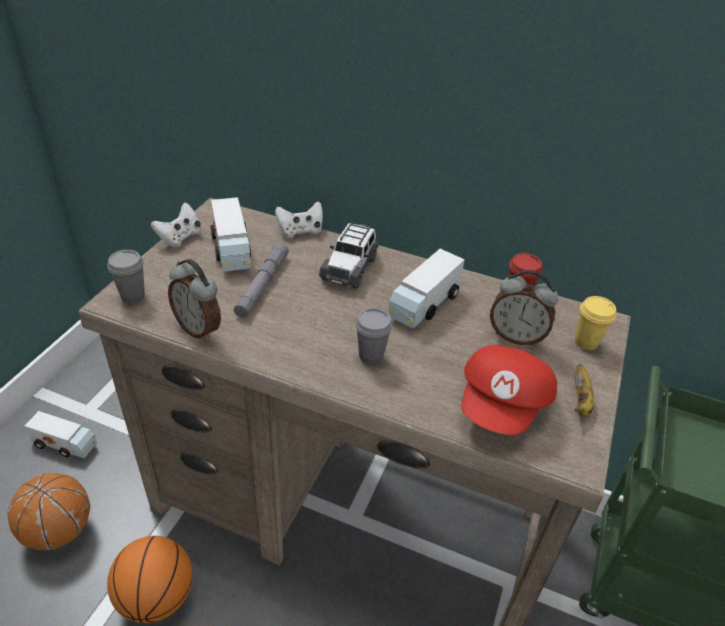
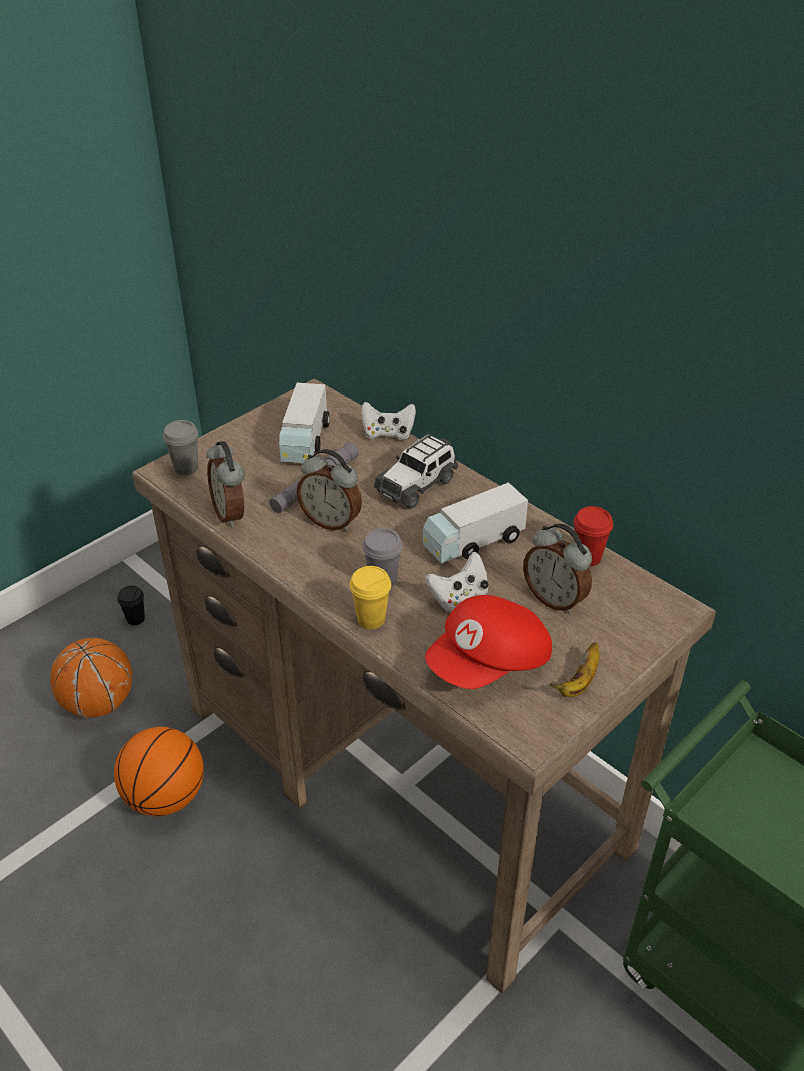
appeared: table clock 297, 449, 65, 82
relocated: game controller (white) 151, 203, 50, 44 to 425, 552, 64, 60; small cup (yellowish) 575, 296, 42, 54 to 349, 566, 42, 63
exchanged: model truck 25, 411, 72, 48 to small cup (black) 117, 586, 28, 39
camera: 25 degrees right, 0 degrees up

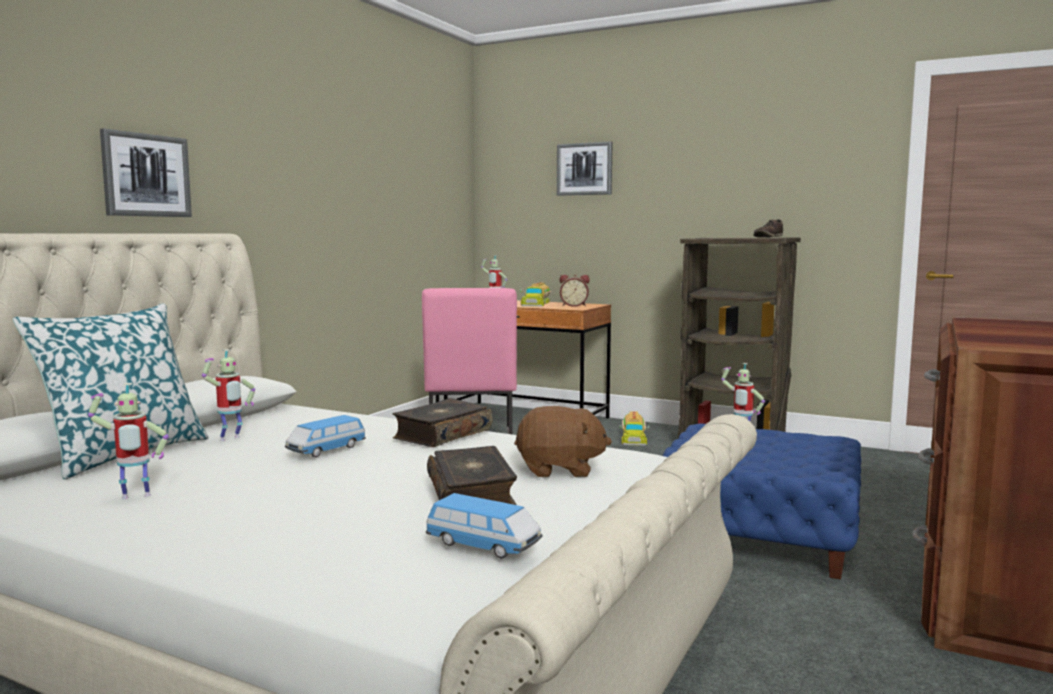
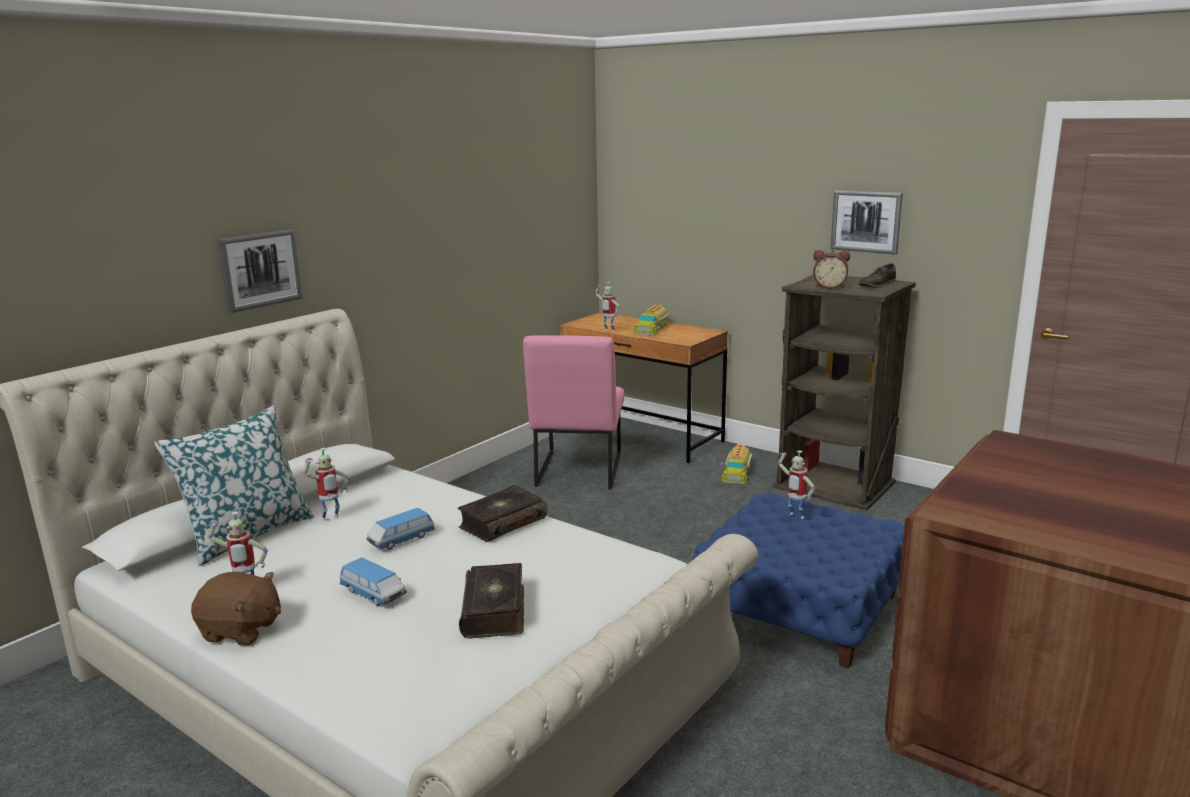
relocated: model car 426, 493, 116, 66 to 340, 558, 67, 48; cuddly toy (brown-coloured) 514, 406, 98, 71 to 191, 572, 90, 74; wall art 557, 141, 55, 55 to 831, 190, 72, 65; table clock 560, 275, 30, 32 to 813, 250, 37, 39
camera: 10 degrees right, 10 degrees up

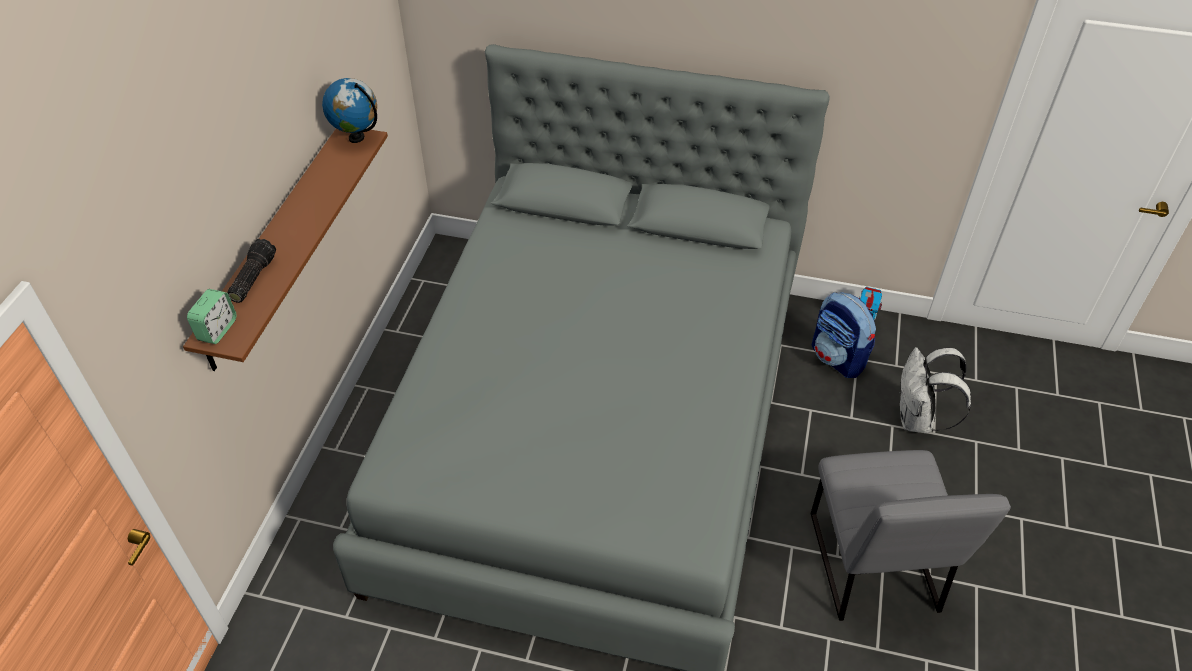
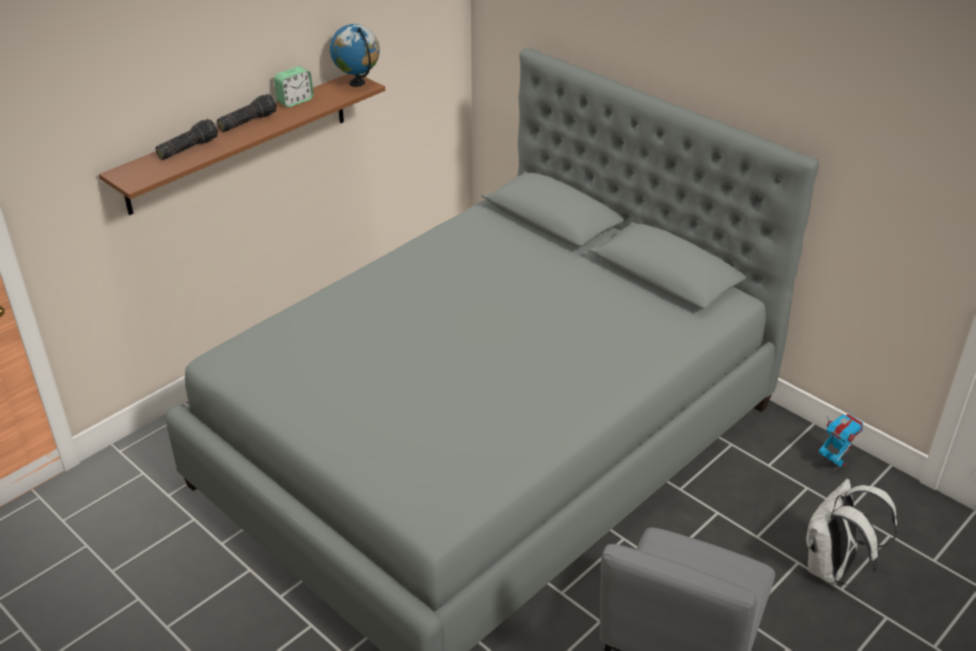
missing: knapsack 812, 292, 64, 86
appeared: flashlight 217, 94, 60, 38
relocated: table clock 187, 289, 50, 55 to 274, 66, 39, 41
camera: 30 degrees right, 10 degrees down

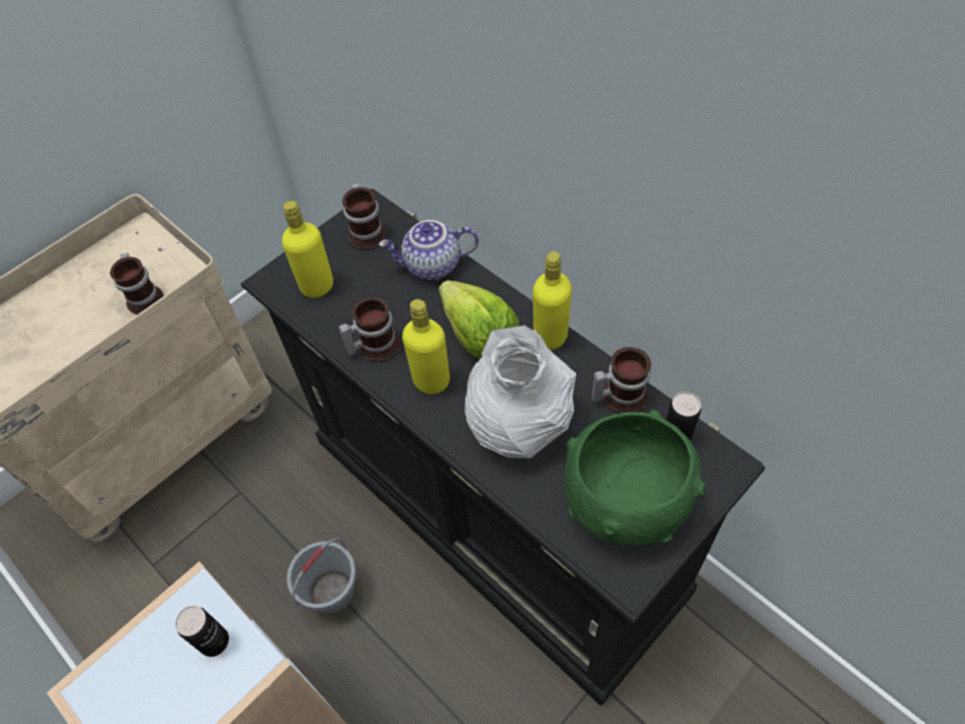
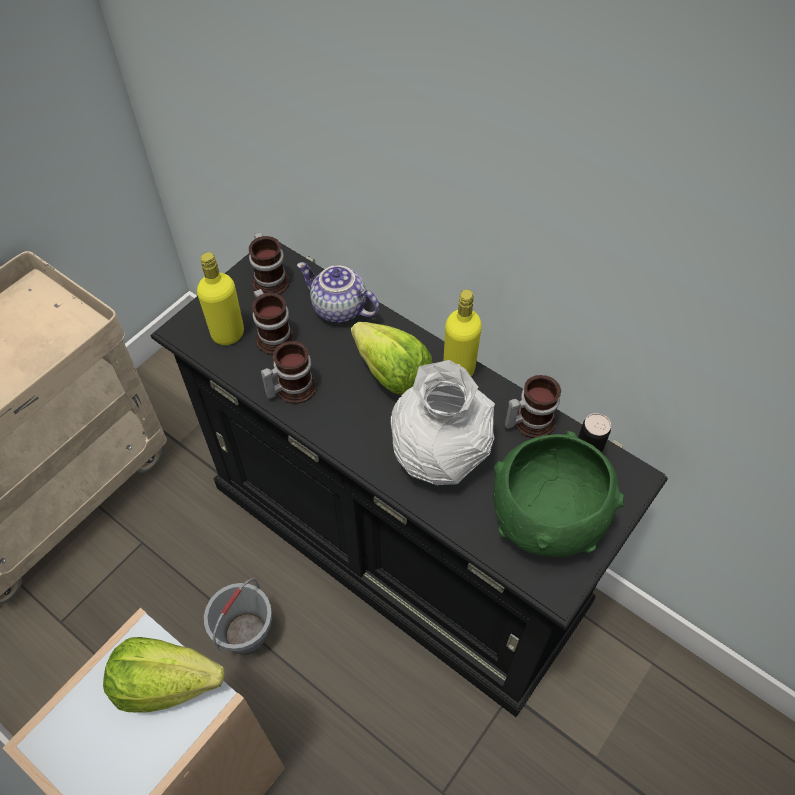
missing: bottle (yellowish) 402, 299, 48, 95
relocated: coffee mug 110, 253, 54, 62 to 252, 289, 43, 66
exchanged: sealed can 175, 606, 54, 51 to lettuce 103, 637, 122, 76
spun: teapot 379, 220, 100, 60 = 297, 262, 82, 61 45 degrees clockwise
camera: 10 degrees left, 0 degrees up

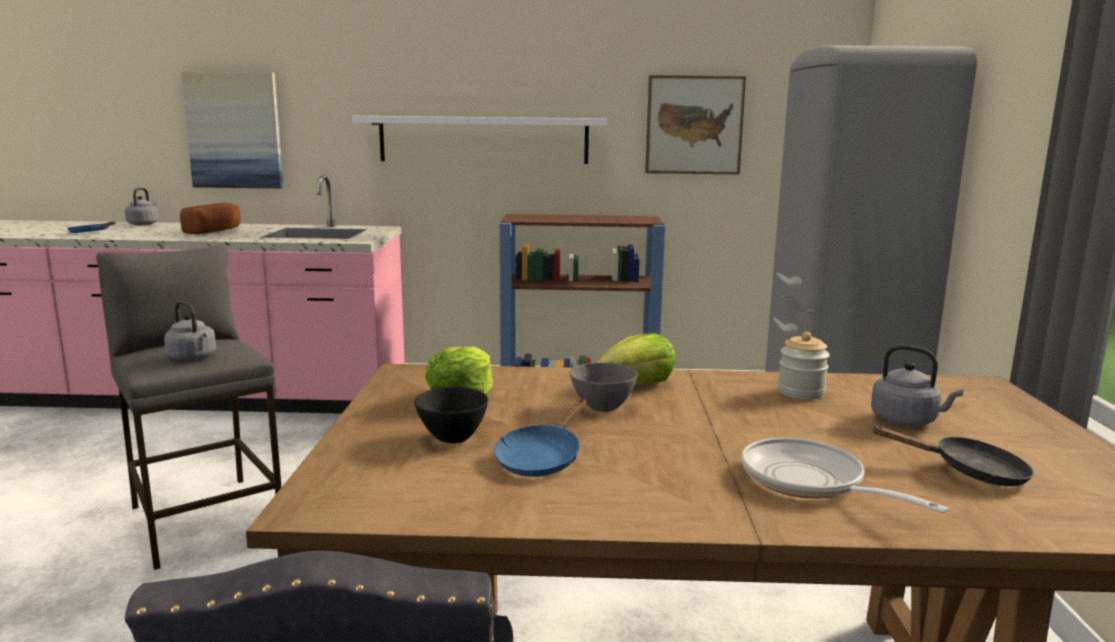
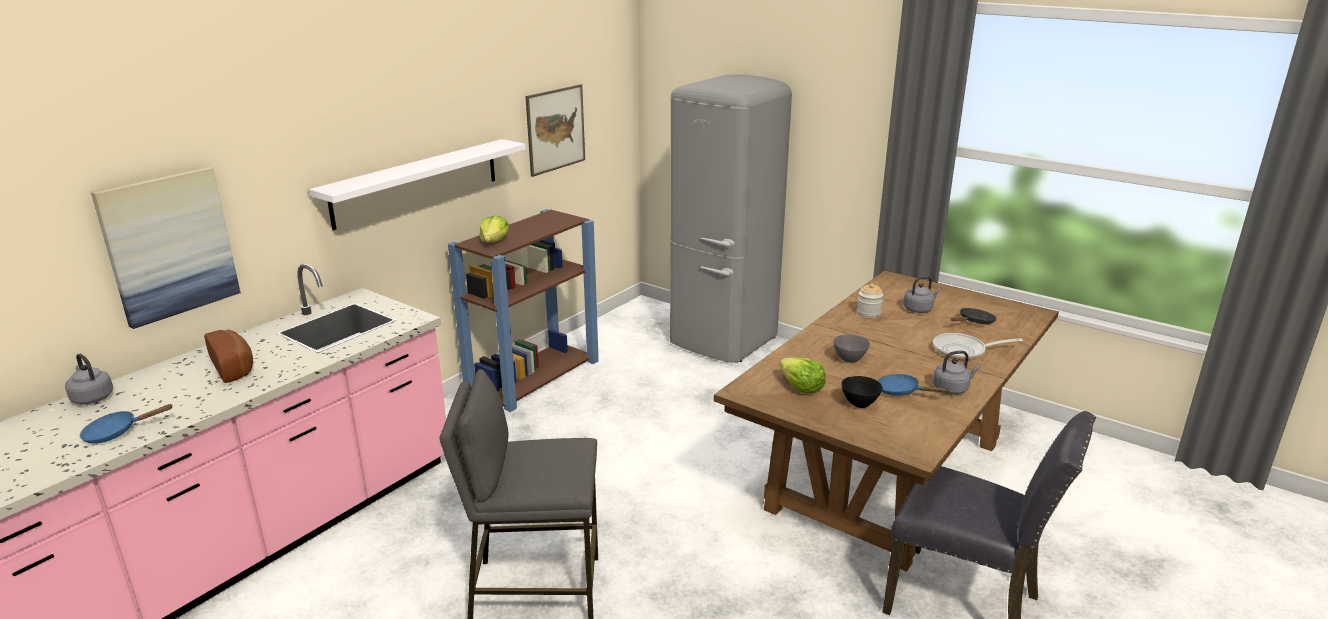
relocated: water kettle (gray) 164, 301, 52, 60 to 933, 351, 47, 43; lettuce 597, 333, 79, 51 to 479, 215, 31, 27
spun: pan (blue-coloured) 494, 399, 93, 78 = 877, 374, 73, 22 150 degrees clockwise
camera: 55 degrees left, 10 degrees up

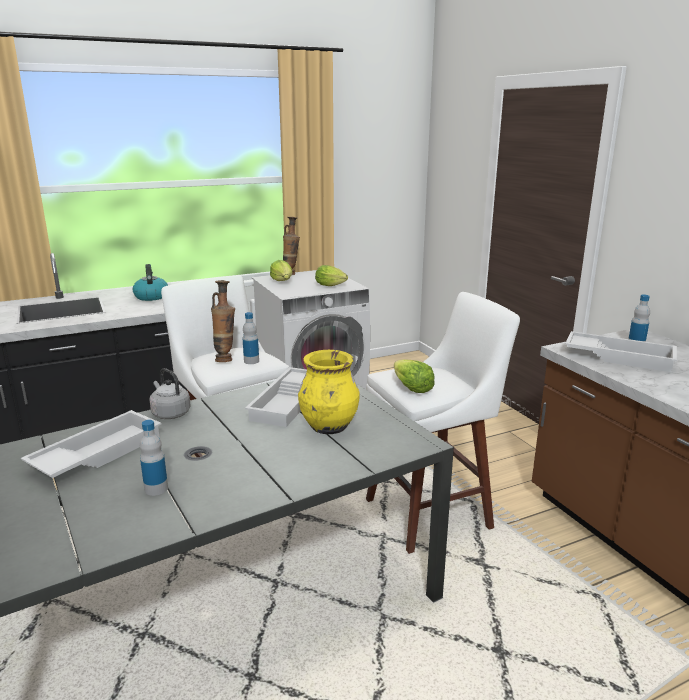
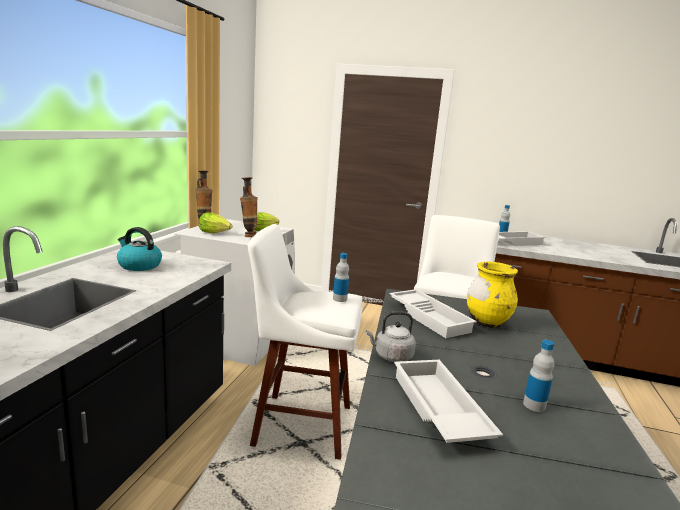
missing: lettuce 394, 359, 41, 34
relocated: vase 211, 280, 24, 82 to 240, 177, 18, 60
camera: 50 degrees left, 5 degrees down

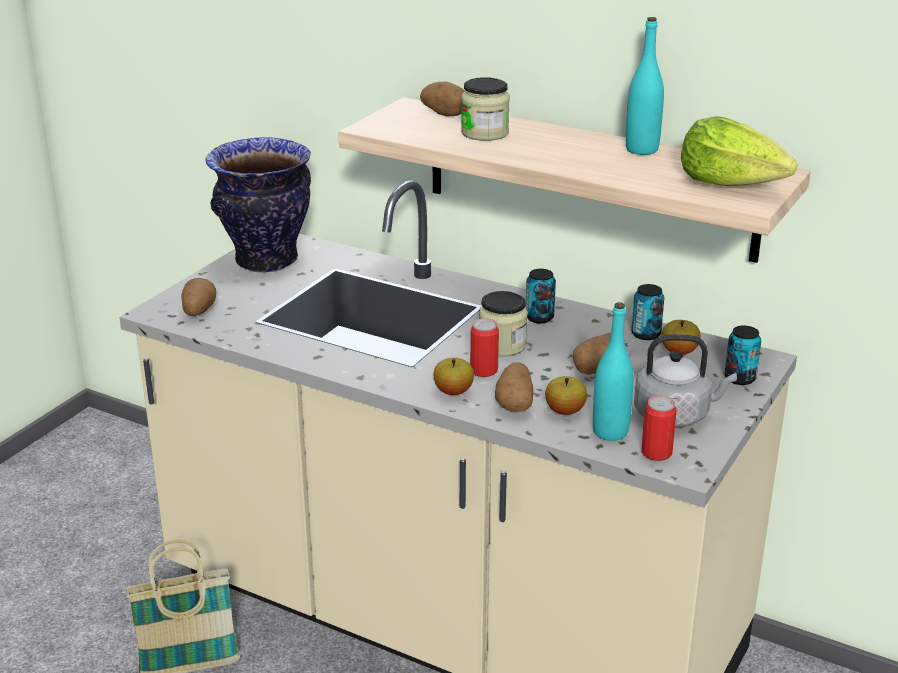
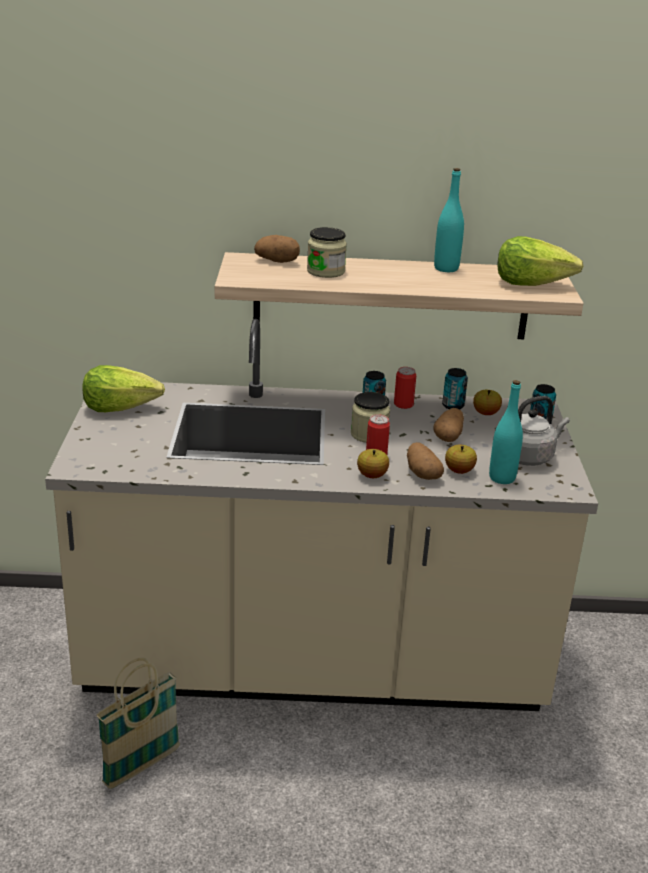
missing: potato 182, 278, 34, 38
relocated: sealed can 641, 396, 35, 65 to 394, 367, 22, 42
exchanged: vase 205, 137, 106, 136 to lettuce 82, 365, 83, 47
camera: 30 degrees left, 0 degrees up

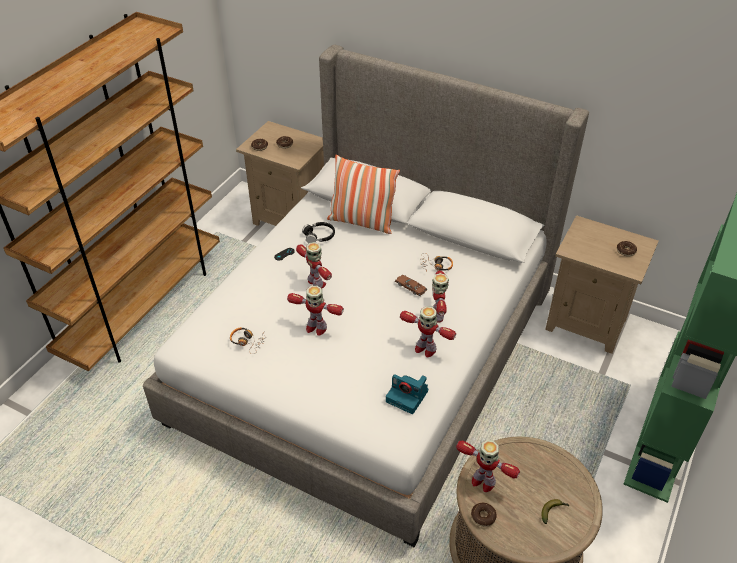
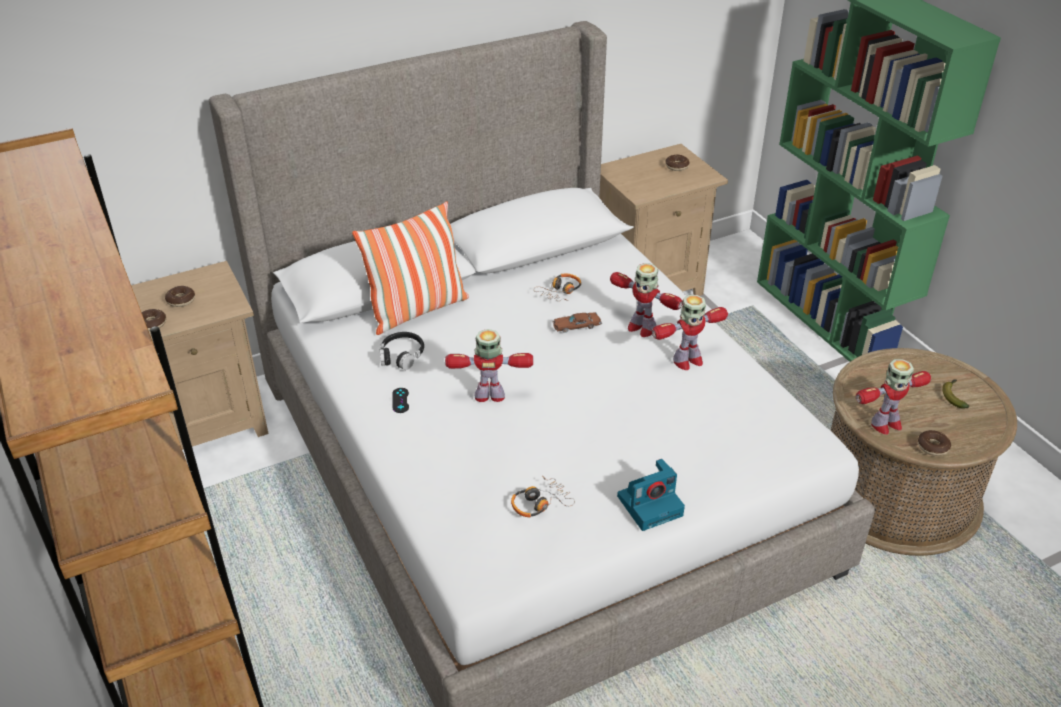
missing: toy robot 287, 286, 57, 50
relocated: still camera 386, 374, 42, 40 to 617, 459, 68, 72
camera: 55 degrees left, 5 degrees down

